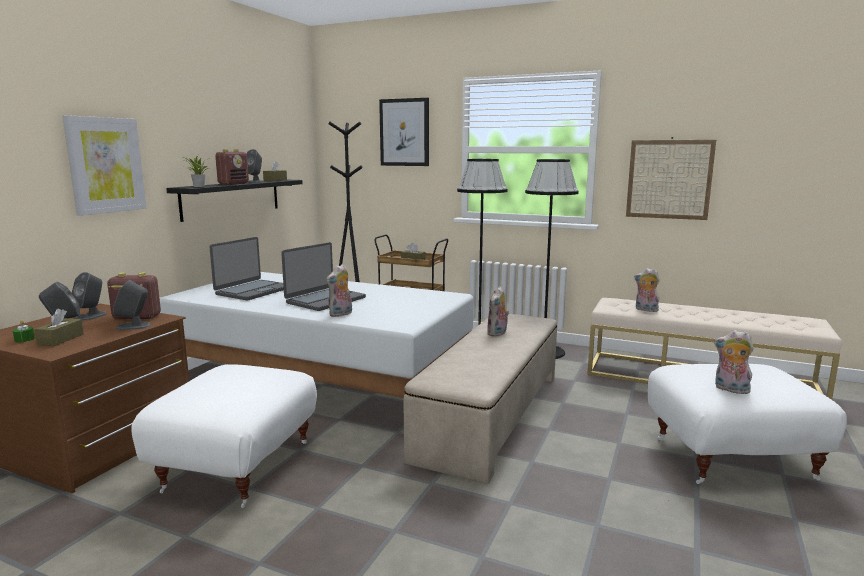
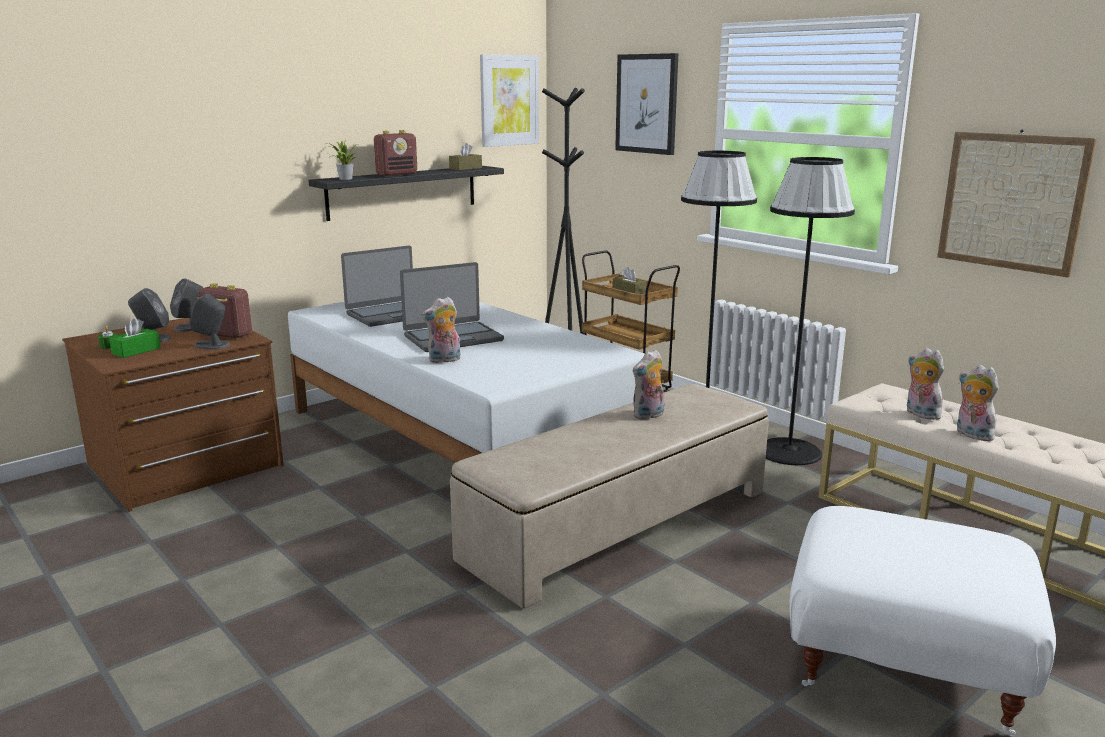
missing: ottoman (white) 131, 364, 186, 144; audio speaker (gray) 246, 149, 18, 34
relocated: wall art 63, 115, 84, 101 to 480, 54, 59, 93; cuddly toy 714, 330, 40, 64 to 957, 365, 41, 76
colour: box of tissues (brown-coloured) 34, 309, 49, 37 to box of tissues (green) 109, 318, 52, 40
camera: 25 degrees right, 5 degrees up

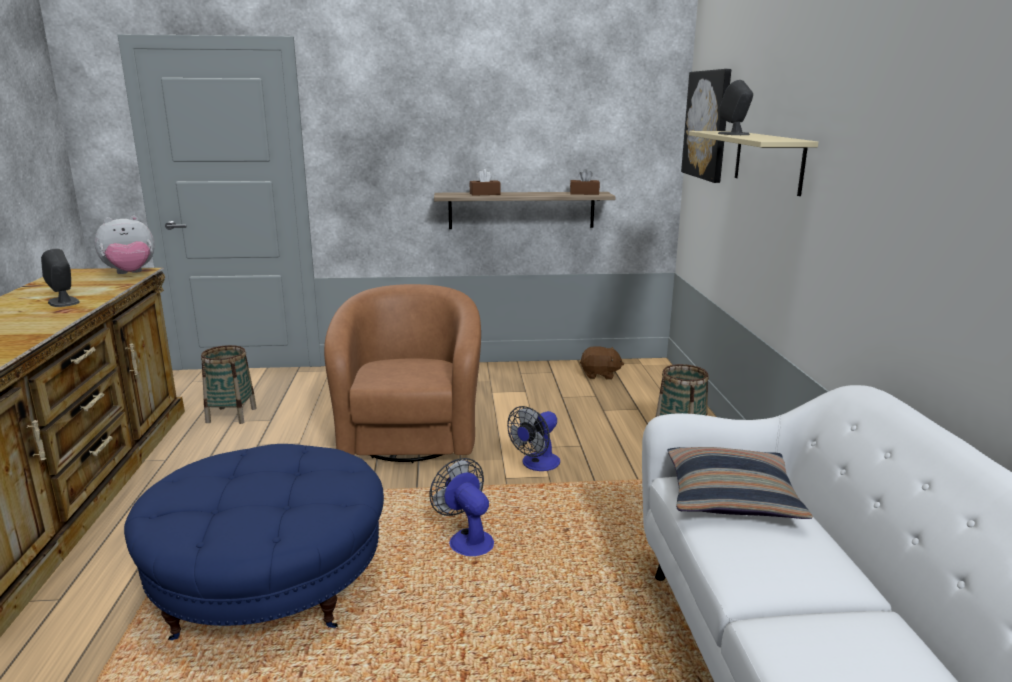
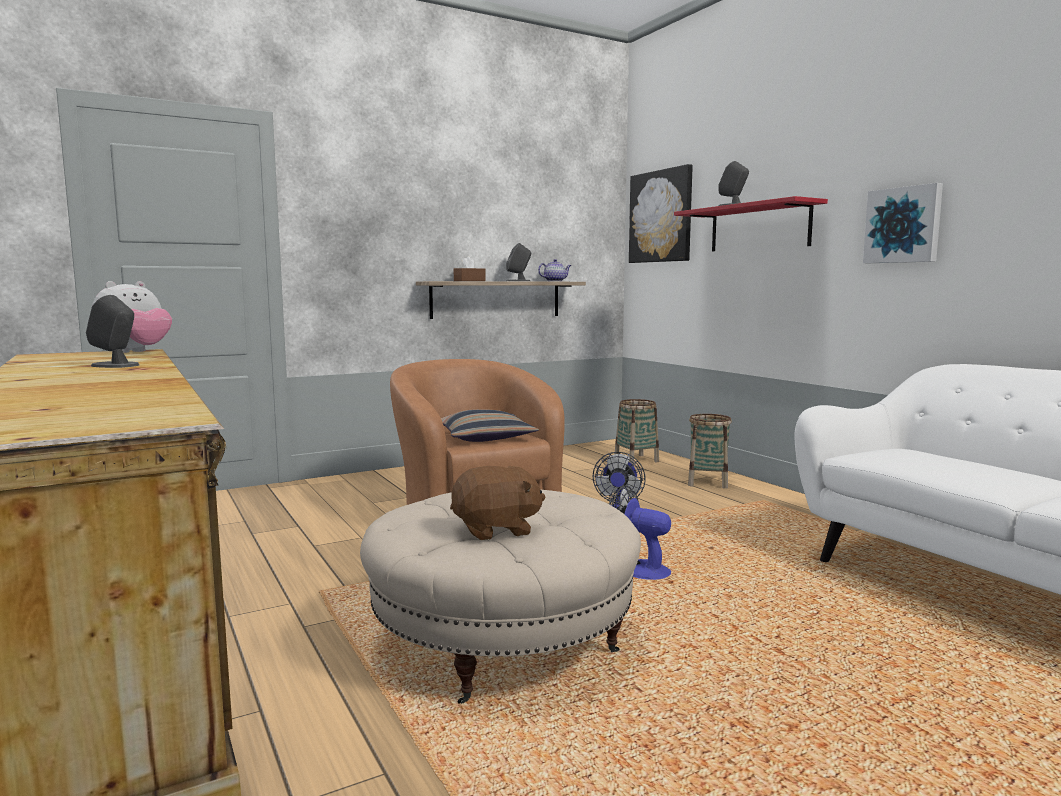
appeared: audio speaker (gray) 506, 243, 25, 38; wall art 863, 183, 80, 80
relocated: storage basket 201, 345, 56, 79 to 615, 399, 44, 66; cuddly toy (brown-coloured) 580, 346, 44, 34 to 450, 466, 95, 74; cushion 667, 447, 146, 72 to 441, 409, 98, 33
exchanged: box of tissues (brown-coloured) 570, 169, 30, 26 to teapot 538, 259, 33, 22
colour: ottoman (blue-coloured) 124, 444, 260, 196 to ottoman (sand-coloured) 360, 490, 281, 214; wall shelf (sand-coloured) 689, 131, 129, 65 to wall shelf (red-coloured) 674, 196, 154, 55
camera: 25 degrees left, 10 degrees down

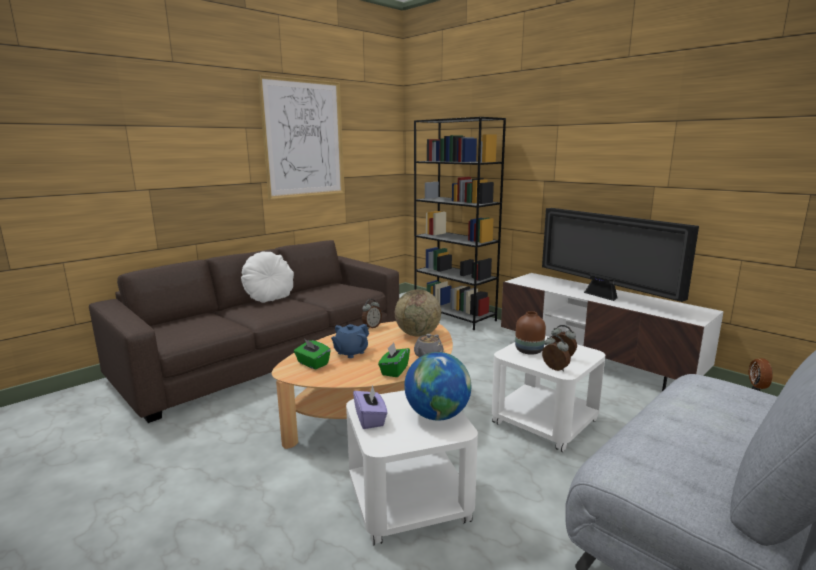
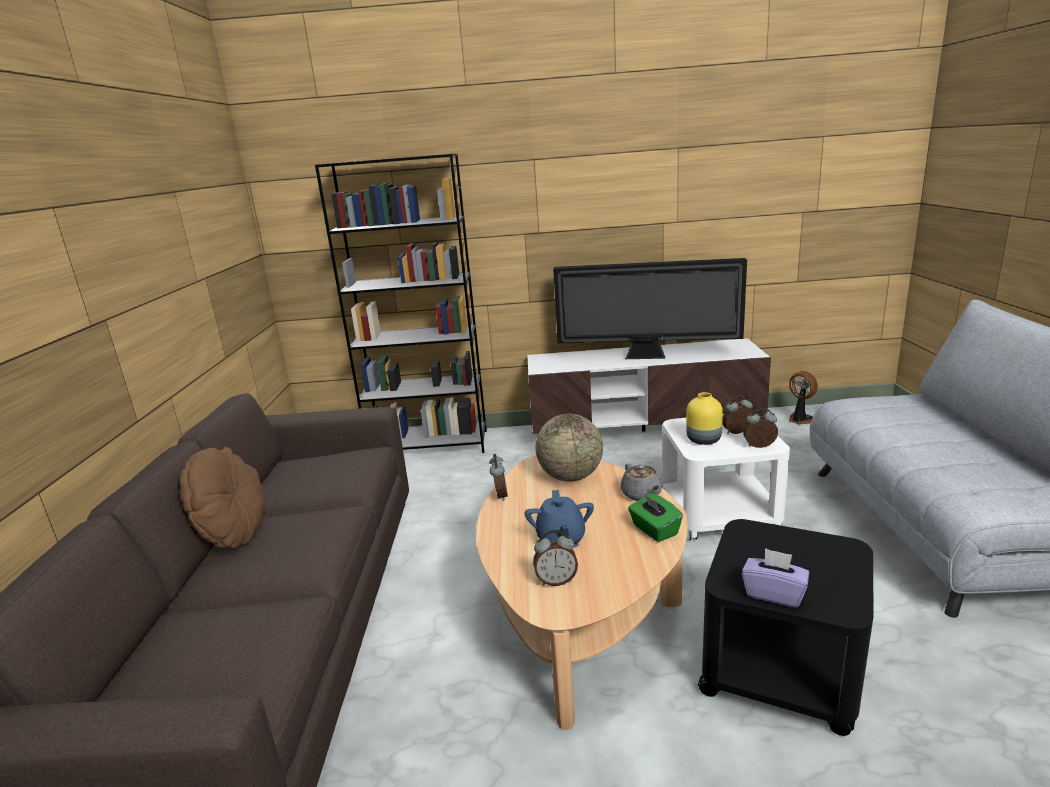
missing: wall art 258, 74, 87, 126; globe 404, 352, 67, 69
exchanged: box of tissues (green) 294, 339, 37, 31 to table clock 533, 530, 45, 56
colour: cushion (white) 241, 251, 53, 52 to cushion (brown-coloured) 179, 447, 87, 101; side table (white) 346, 390, 132, 155 to side table (black) 698, 519, 175, 217; vase (brown-coloured) 515, 311, 31, 44 to vase (yellowish) 686, 392, 37, 53
camera: 45 degrees left, 5 degrees up

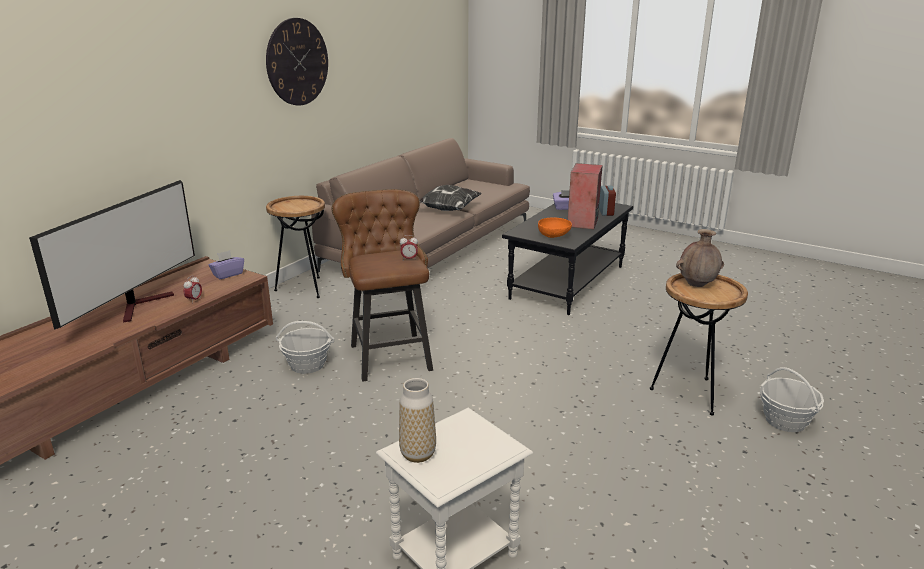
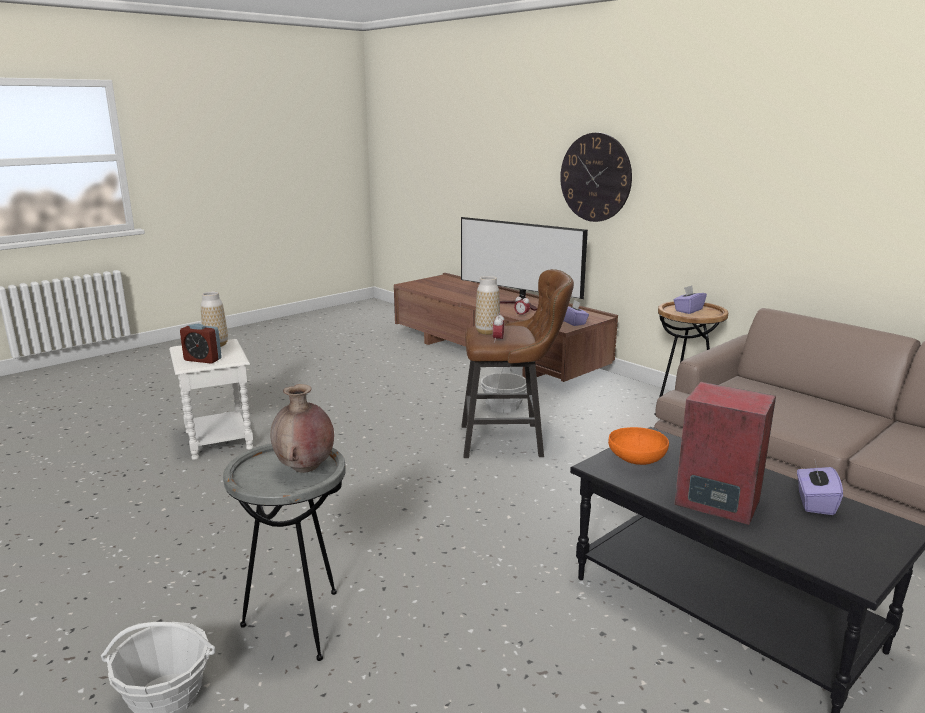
missing: cushion 420, 185, 62, 26
appeared: vase 475, 276, 25, 59; box of tissues (purple-coloured) 674, 285, 33, 29
relocated: hanging clock 266, 18, 62, 88 to 560, 133, 72, 89; table clock 599, 186, 17, 30 to 180, 324, 42, 40
colour: side table (brown-coloured) 650, 273, 98, 143 to side table (gray) 223, 444, 123, 217
camera: 105 degrees right, 5 degrees down

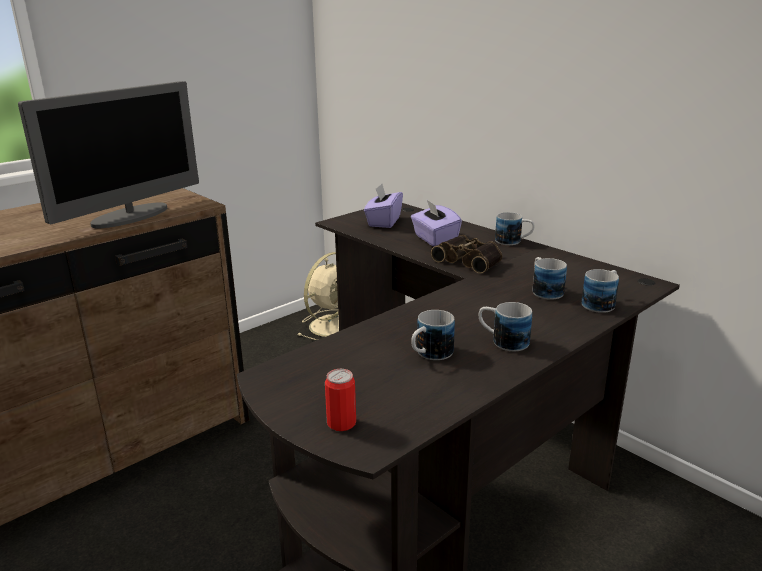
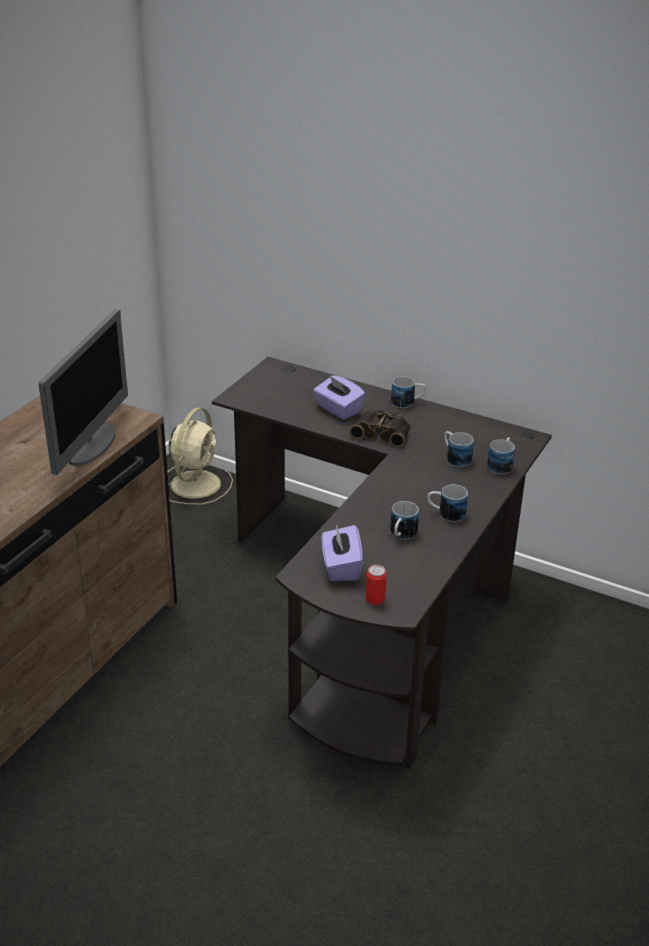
relocated: box of tissues (purple-coloured) 364, 184, 39, 44 to 322, 525, 41, 57
camera: 20 degrees left, 10 degrees up

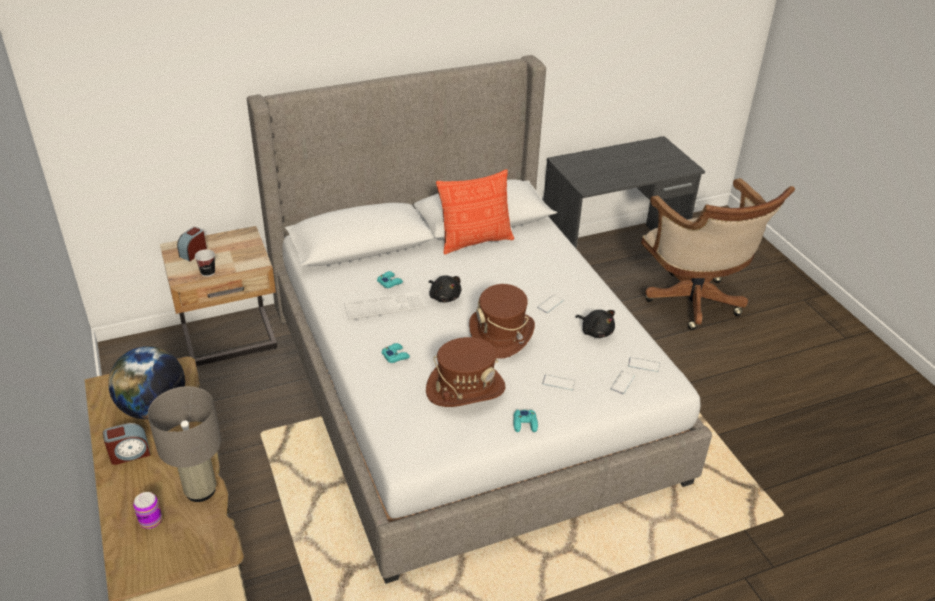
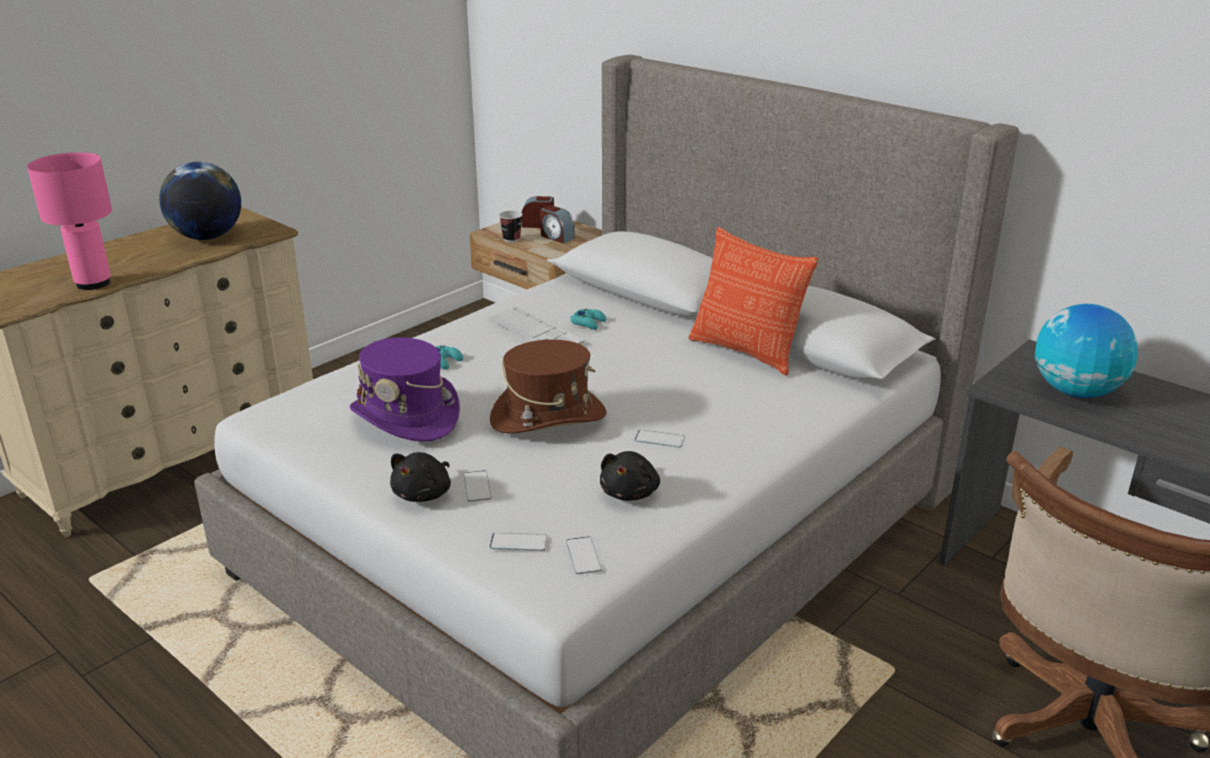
missing: sealed can 133, 492, 29, 37; game controller (turquoise) 513, 410, 25, 22
appeared: globe 1034, 304, 104, 94
relocated: table clock 103, 423, 47, 42 to 540, 205, 35, 38; cuddly toy (black) 429, 275, 33, 28 to 390, 452, 61, 50
colour: lamp for a table (gray) 148, 386, 73, 116 to lamp for a table (pink-coloured) 27, 152, 85, 138; wearable hat (brown-coloured) 426, 337, 79, 70 to wearable hat (purple-coloured) 350, 337, 110, 105
camera: 65 degrees right, 10 degrees down

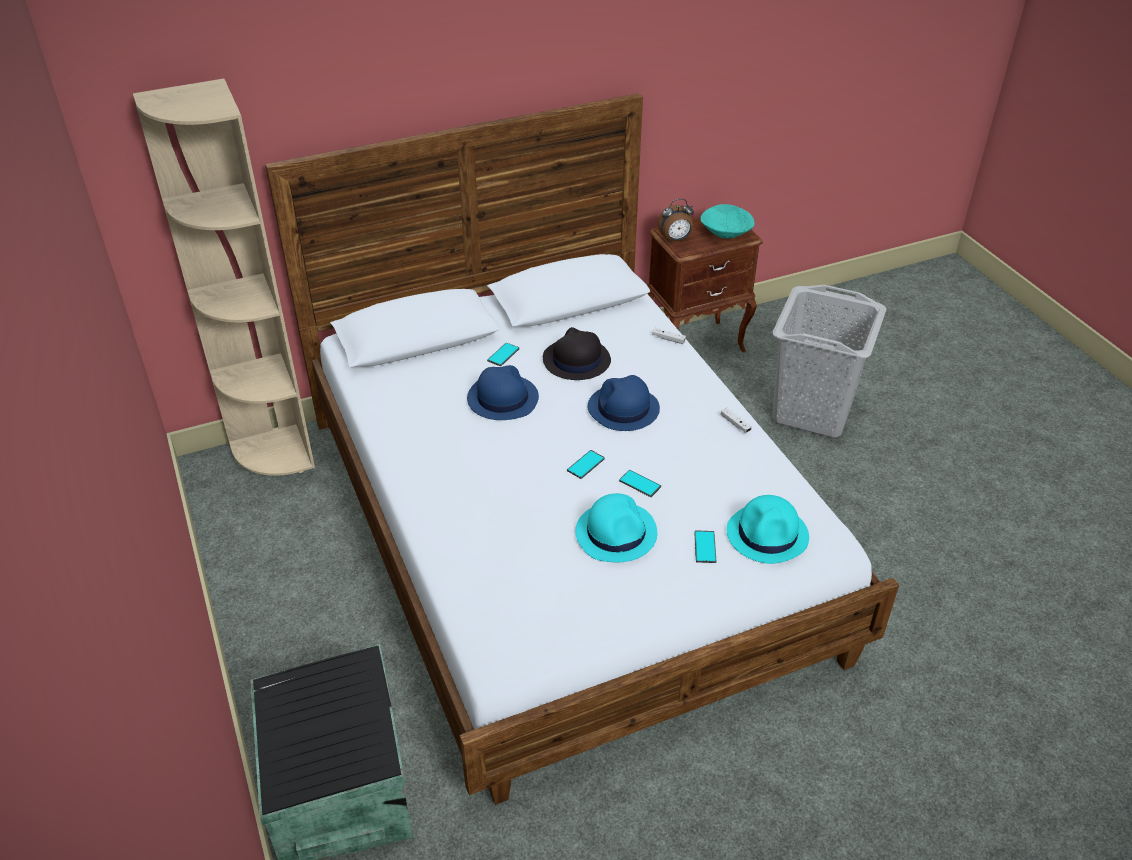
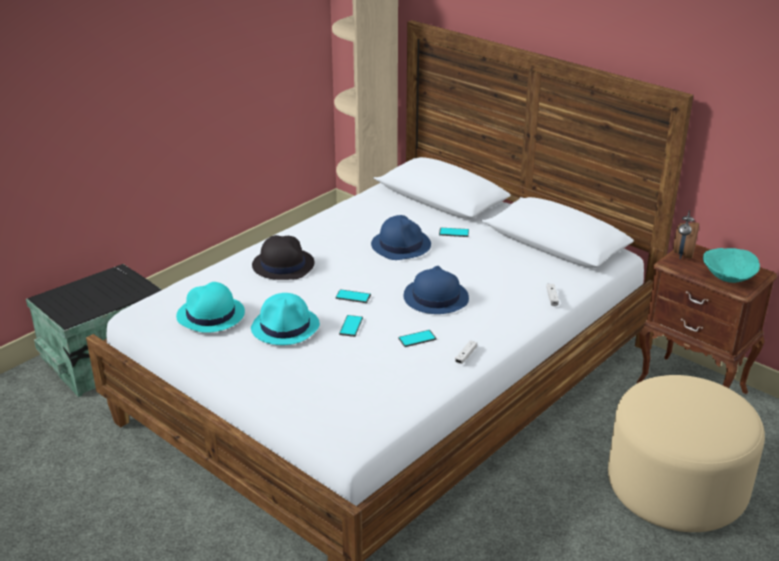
relocated: wearable hat (black) 543, 327, 68, 53 to 252, 235, 63, 45; phone 694, 530, 22, 33 to 398, 330, 38, 17; wearable hat (turquoise) 727, 495, 82, 69 to 176, 282, 69, 51
exchanged: washing basket (gray) 772, 285, 115, 153 to ottoman (sand-coloured) 608, 375, 157, 157
spun: table clock 657, 199, 37, 43 = 673, 210, 26, 49 60 degrees clockwise
camera: 65 degrees right, 10 degrees down

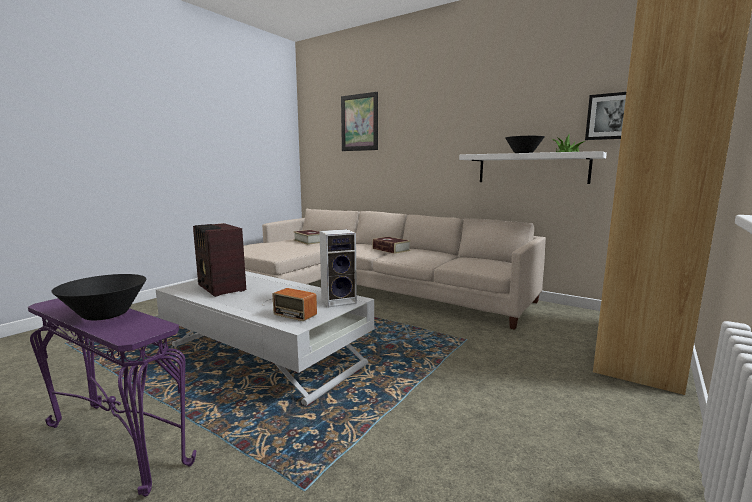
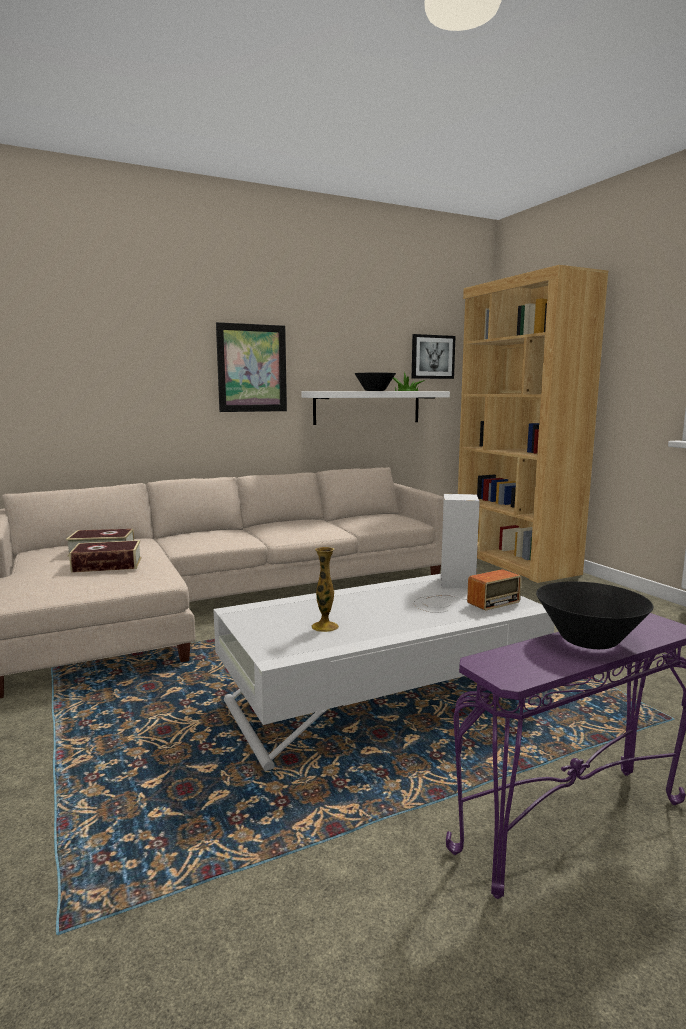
relocated: wall art 341, 92, 37, 59 to 216, 322, 71, 90; bound book 372, 237, 39, 17 to 69, 540, 72, 33
exchanged: radio 193, 223, 53, 74 to vase 311, 547, 28, 85
camera: 60 degrees left, 0 degrees up

